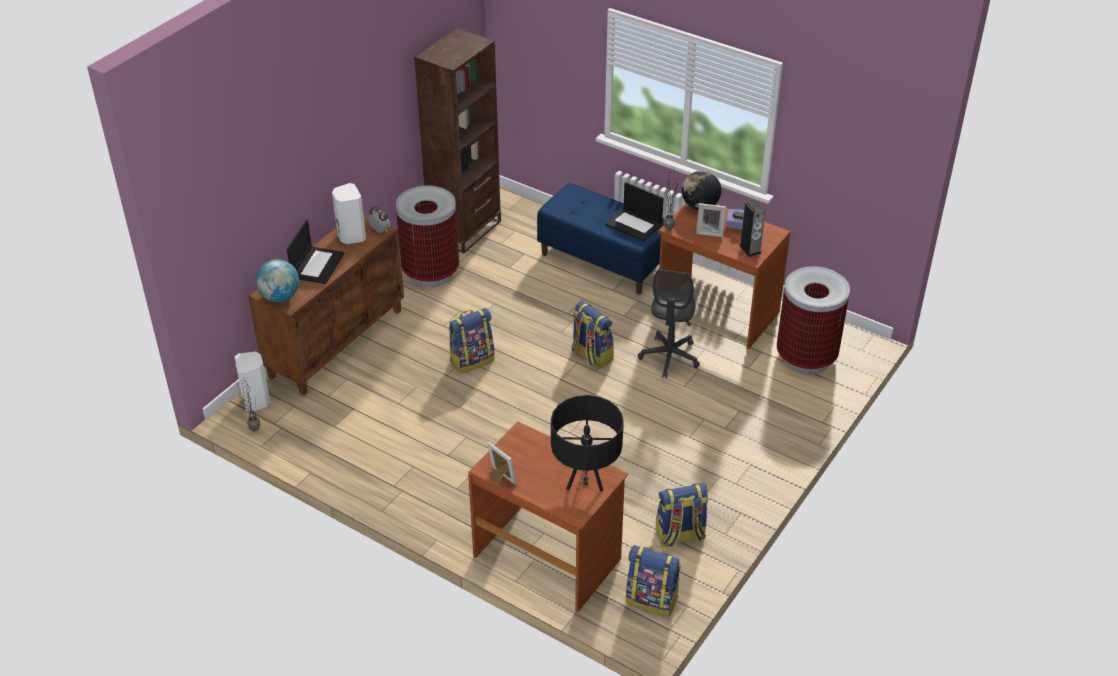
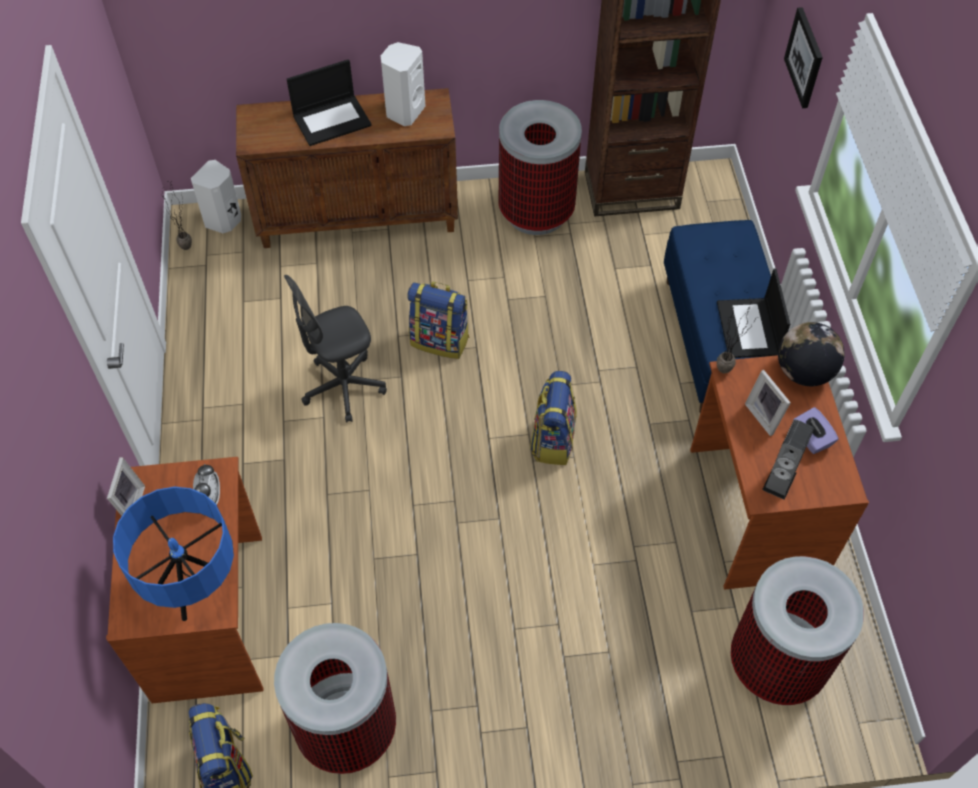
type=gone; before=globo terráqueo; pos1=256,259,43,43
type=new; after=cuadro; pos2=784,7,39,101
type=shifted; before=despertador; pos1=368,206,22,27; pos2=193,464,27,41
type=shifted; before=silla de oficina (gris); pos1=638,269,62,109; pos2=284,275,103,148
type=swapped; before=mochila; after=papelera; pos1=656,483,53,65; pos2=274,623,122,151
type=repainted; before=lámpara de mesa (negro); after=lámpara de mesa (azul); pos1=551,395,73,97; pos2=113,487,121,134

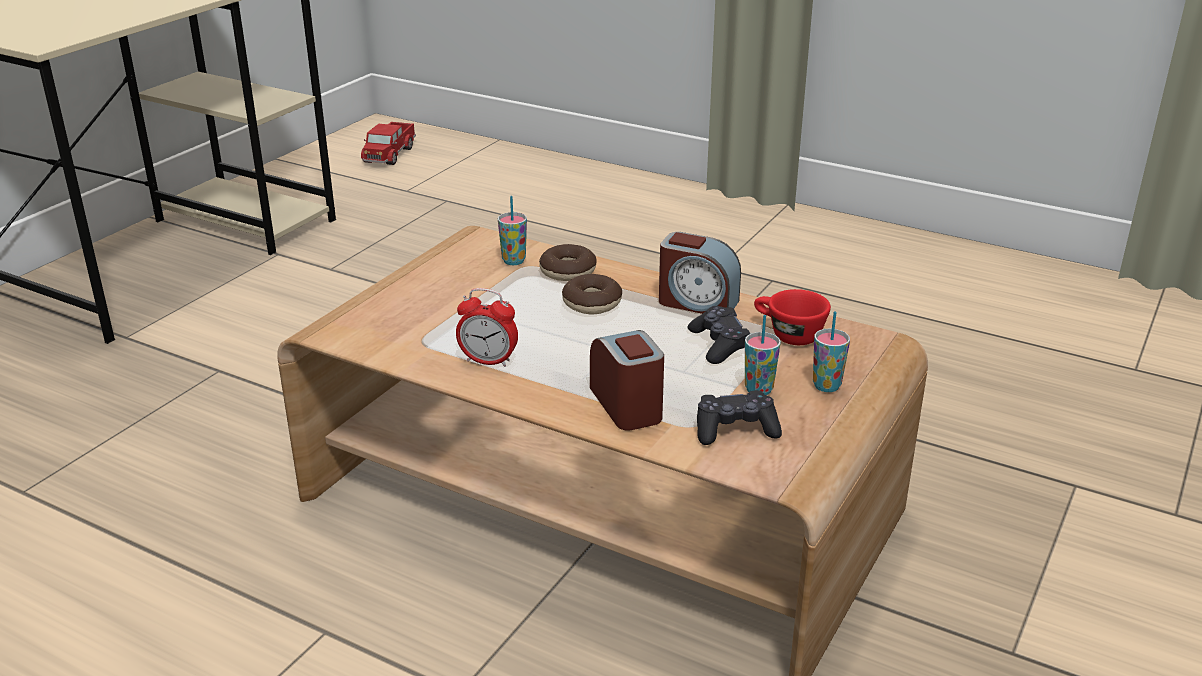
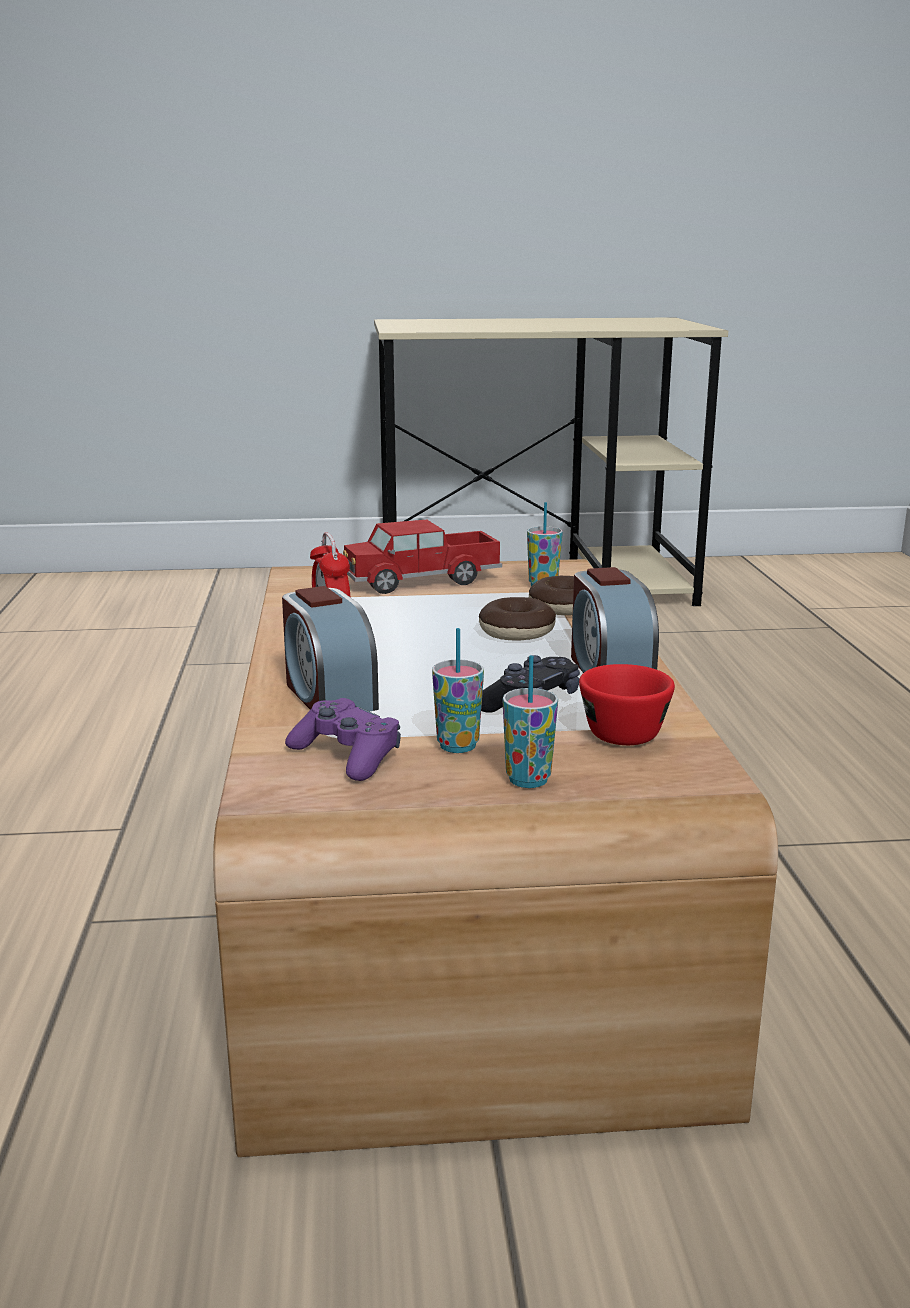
type=shifted; before=camión de juguete; pos1=361,122,55,43; pos2=343,520,159,74
type=repainted; before=mando de consola (negro); after=mando de consola (morado); pos1=697,390,85,55; pos2=285,698,116,83
type=rotated; before=despertador; pos1=590,330,74,100; pos2=282,586,97,126; turn=120

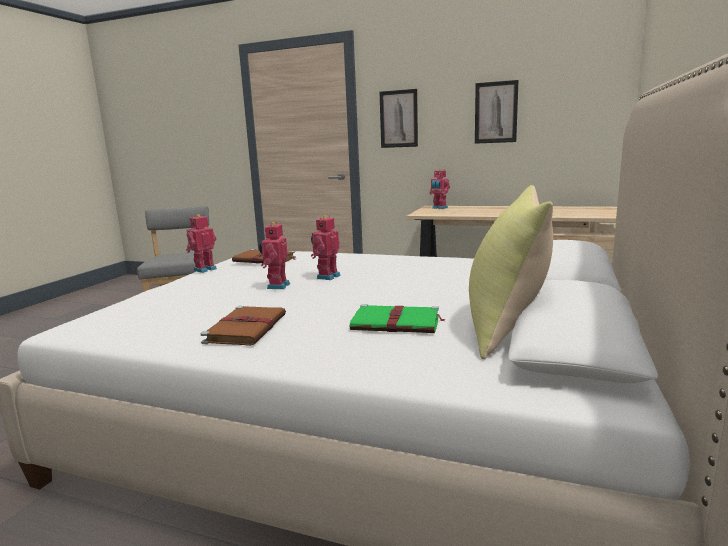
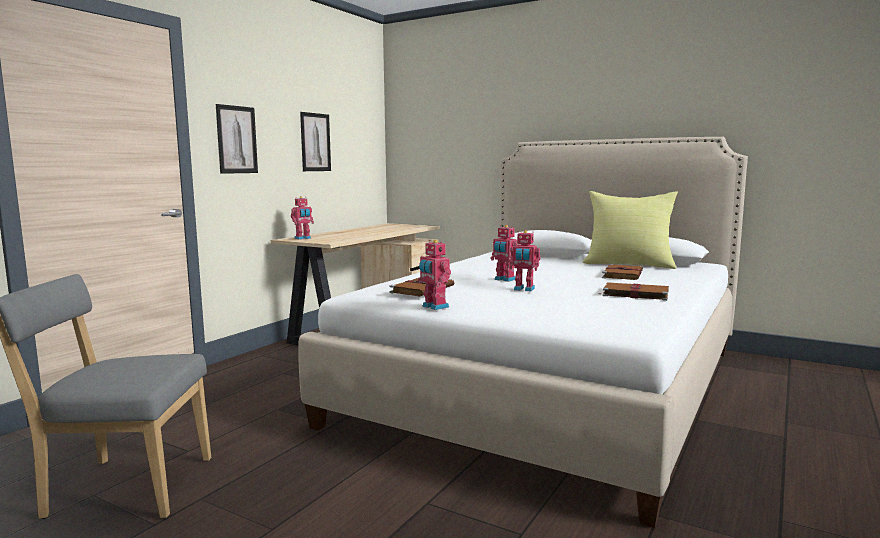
type=repainted; before=libro (verde); after=libro (marrón); pos1=350,304,95,29; pos2=602,264,41,16

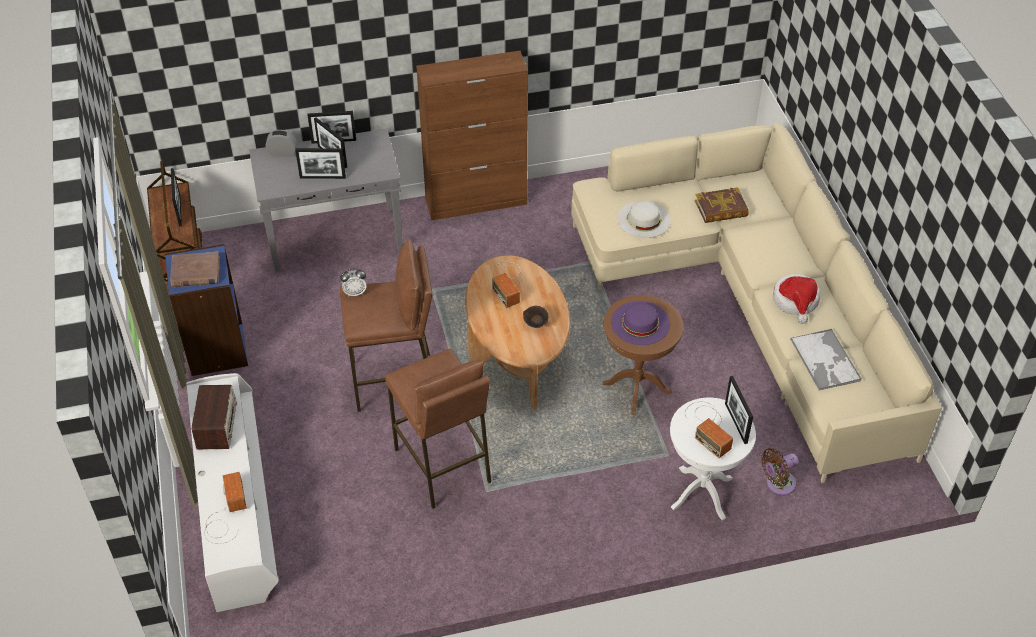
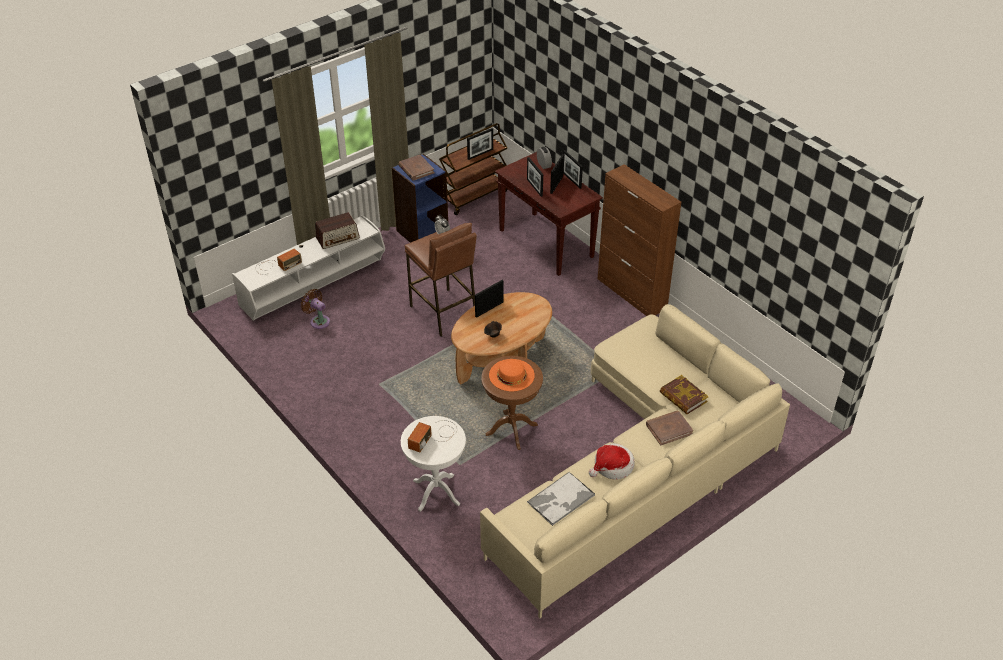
type=gone; before=taburete (marrón); pos1=385,348,106,161
type=gone; before=radio; pos1=492,262,31,46
type=gone; before=sombrero (blanco); pos1=617,201,54,37
type=new; after=libro (marrón); pos2=646,411,47,34
type=shifted; before=portarretratos; pos1=725,376,28,68; pos2=475,280,29,38
type=shifted; before=ventilador (marrón); pos1=761,448,38,47; pos2=301,289,29,40
type=repainted; before=mesa consola (gris); after=mesa consola (marrón); pos1=249,129,154,143; pos2=495,152,108,124
type=repainted; before=sombrero (morado); after=sombrero (naranja); pos1=611,301,59,44; pos2=489,359,46,32

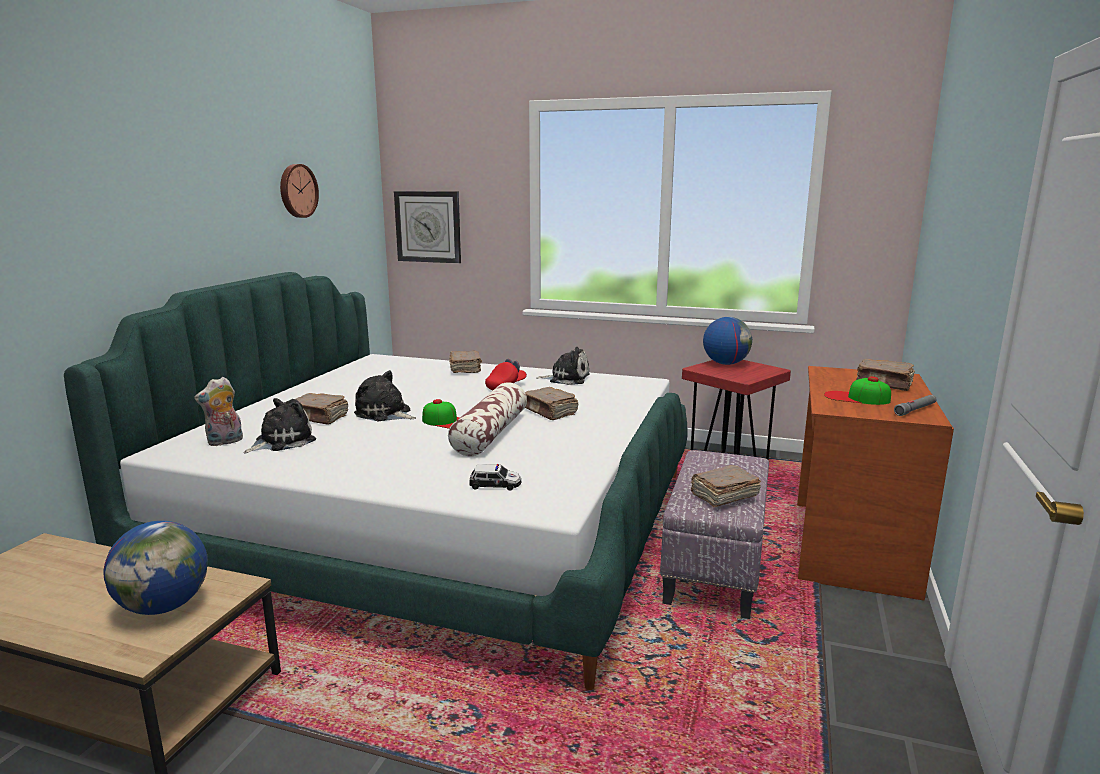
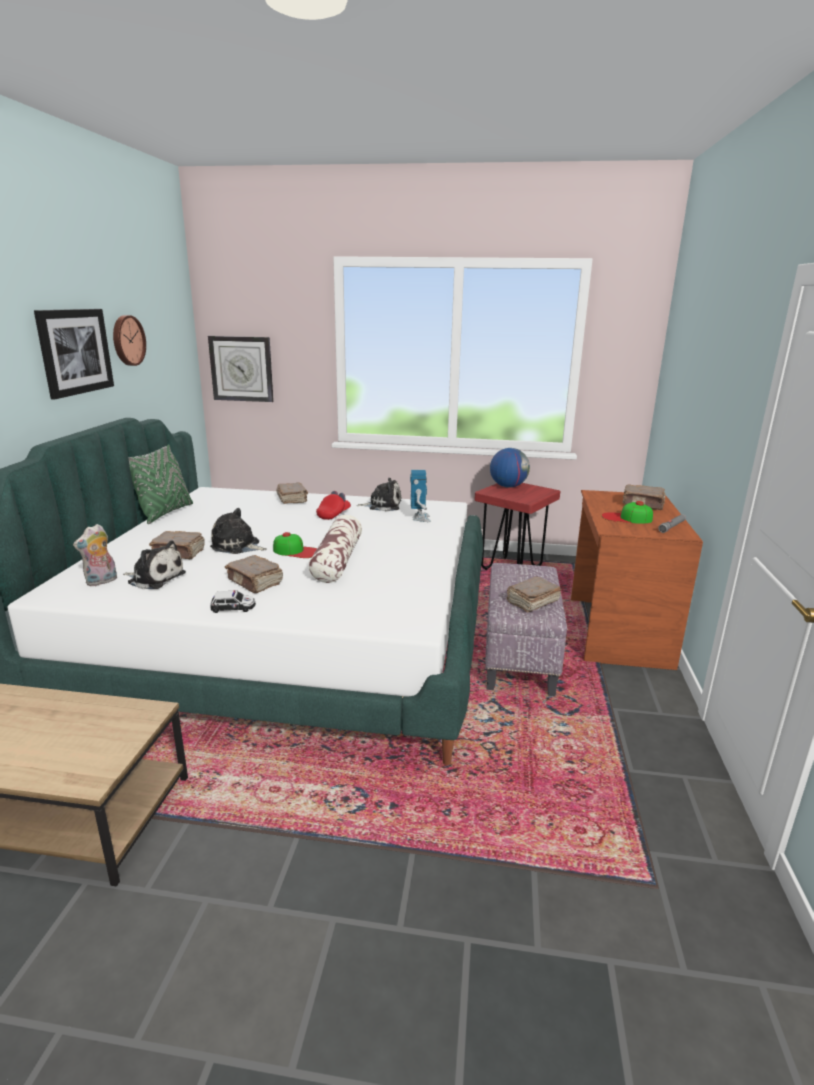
type=gone; before=globo terráqueo; pos1=103,521,105,94
type=new; after=cuadro; pos2=34,309,80,90
type=new; after=cojín (verde); pos2=128,444,65,80
type=new; after=robot de juguete; pos2=410,470,21,52
type=shifted; before=coche de juguete; pos1=469,464,53,27; pos2=211,590,45,23
type=shifted; before=libro (marrón); pos1=525,387,54,33; pos2=225,555,58,38
type=rotated; before=peluche; pos1=244,398,72,56; pos2=123,541,63,48; turn=75

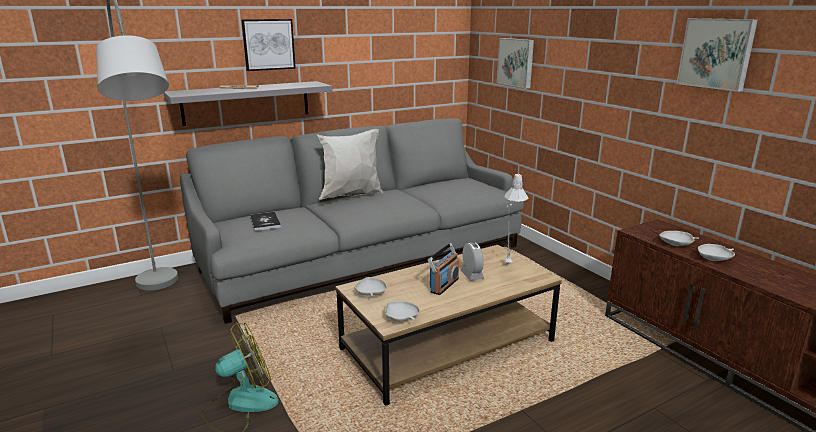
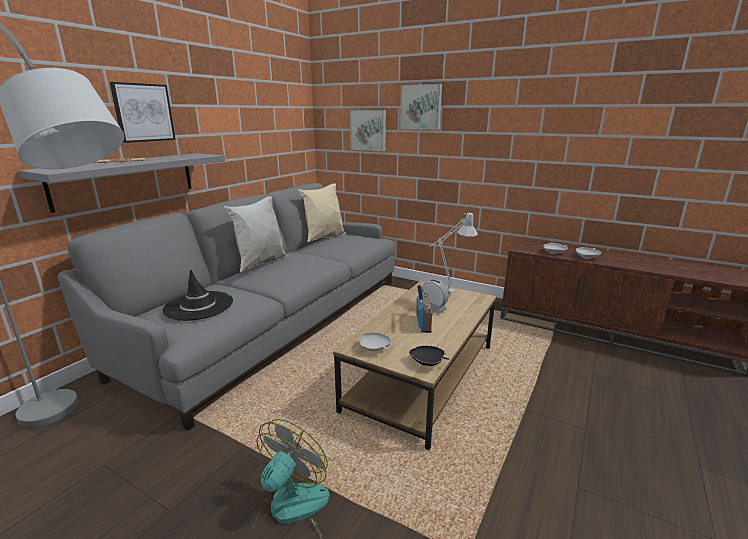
type=new; after=cojín (beis); pos2=298,183,48,59
type=shifted; before=cuadro; pos1=677,18,81,74; pos2=400,84,42,46
type=swapped; before=libro; after=sombrero (negro); pos1=250,212,31,19; pos2=162,269,71,52
type=repainted; before=cuenco (blanco); after=cuenco (negro); pos1=385,301,35,21; pos2=409,345,40,21

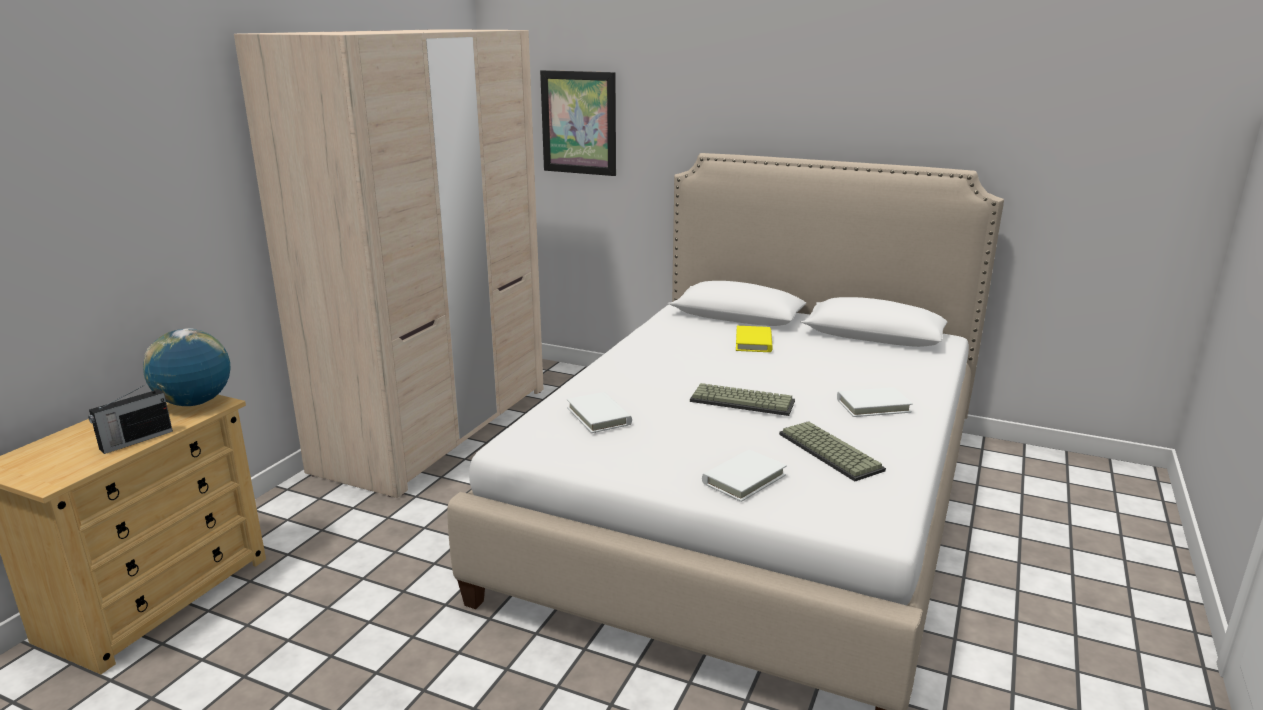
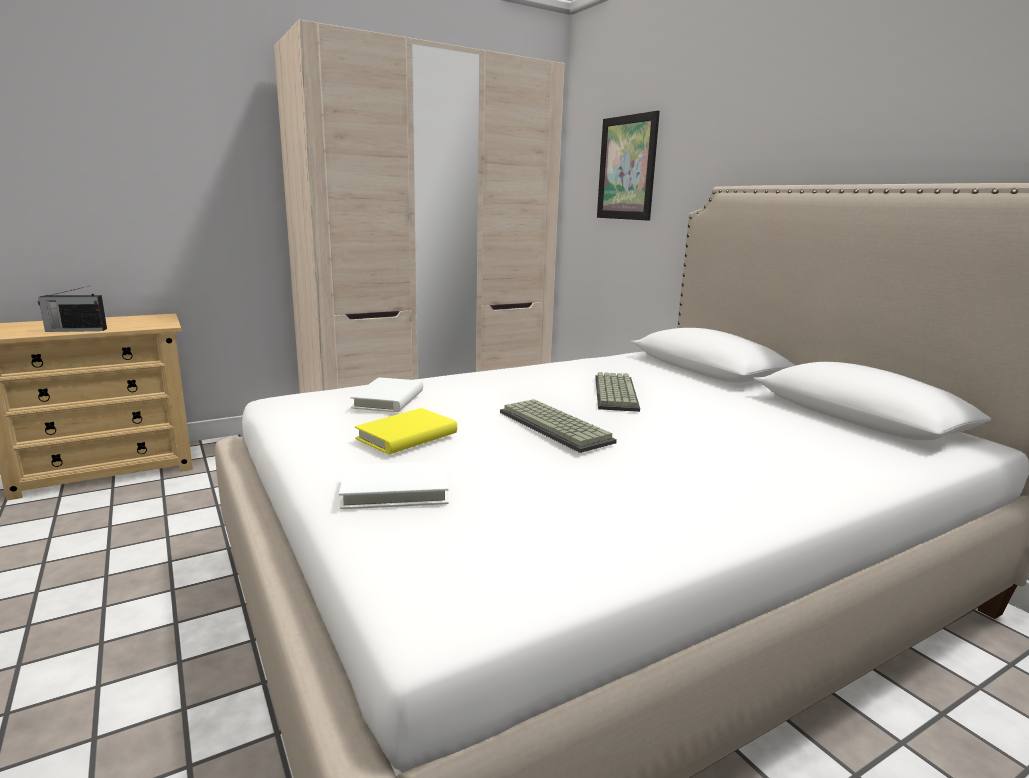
type=gone; before=globo terráqueo; pos1=143,328,88,78
type=gone; before=libro (blanco); pos1=837,387,76,30
type=shifted; before=libro (amarillo); pos1=736,326,37,26; pos2=355,408,102,46
type=shifted; before=teclado; pos1=779,421,107,60; pos2=595,372,45,40

